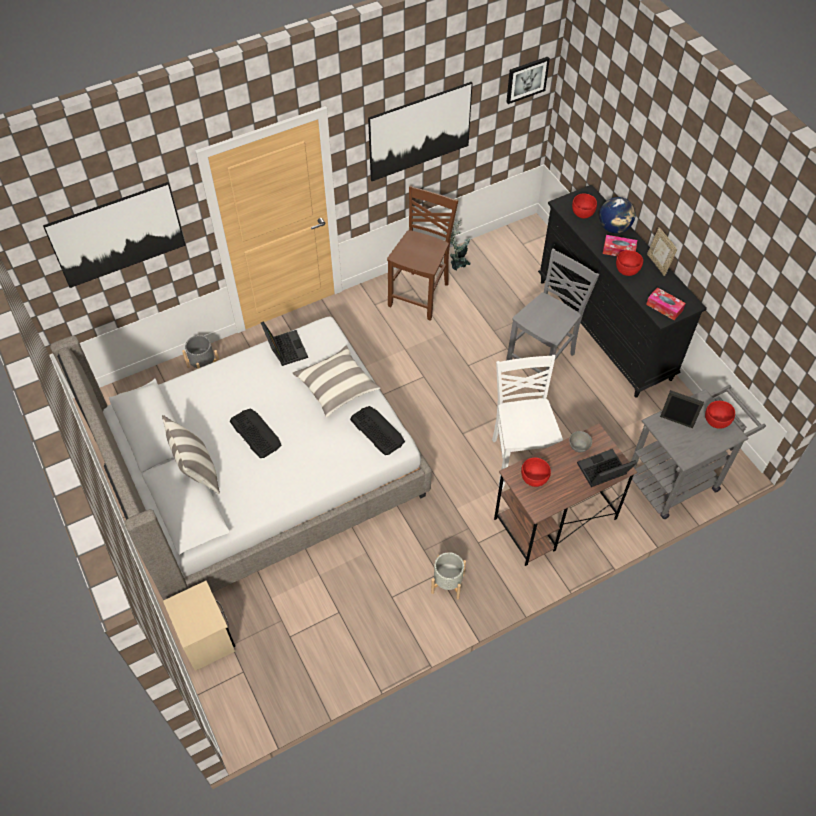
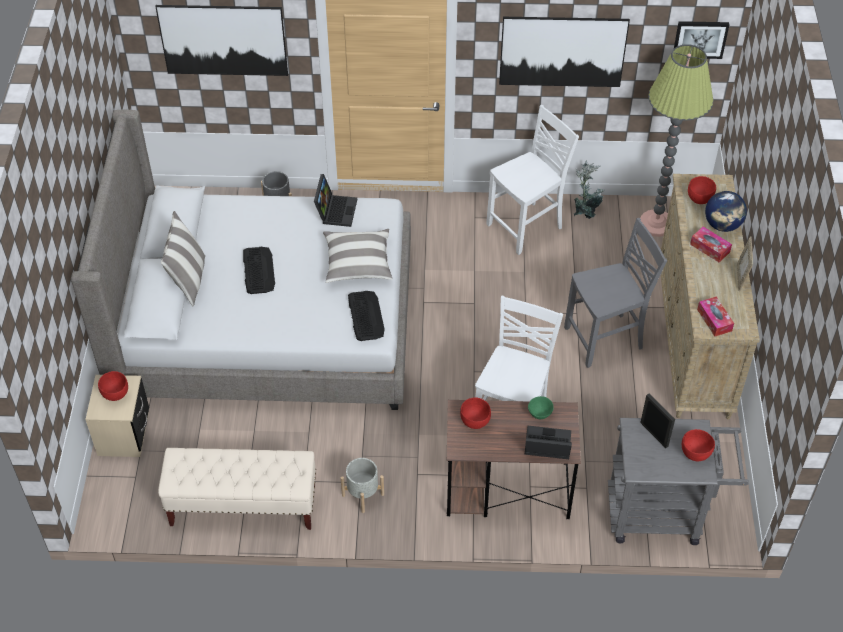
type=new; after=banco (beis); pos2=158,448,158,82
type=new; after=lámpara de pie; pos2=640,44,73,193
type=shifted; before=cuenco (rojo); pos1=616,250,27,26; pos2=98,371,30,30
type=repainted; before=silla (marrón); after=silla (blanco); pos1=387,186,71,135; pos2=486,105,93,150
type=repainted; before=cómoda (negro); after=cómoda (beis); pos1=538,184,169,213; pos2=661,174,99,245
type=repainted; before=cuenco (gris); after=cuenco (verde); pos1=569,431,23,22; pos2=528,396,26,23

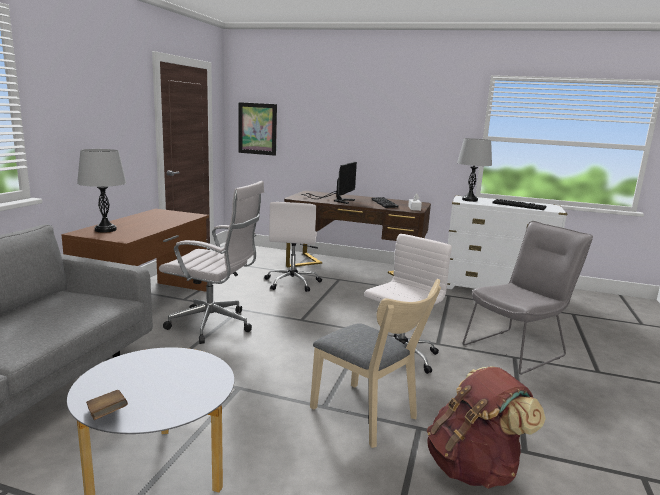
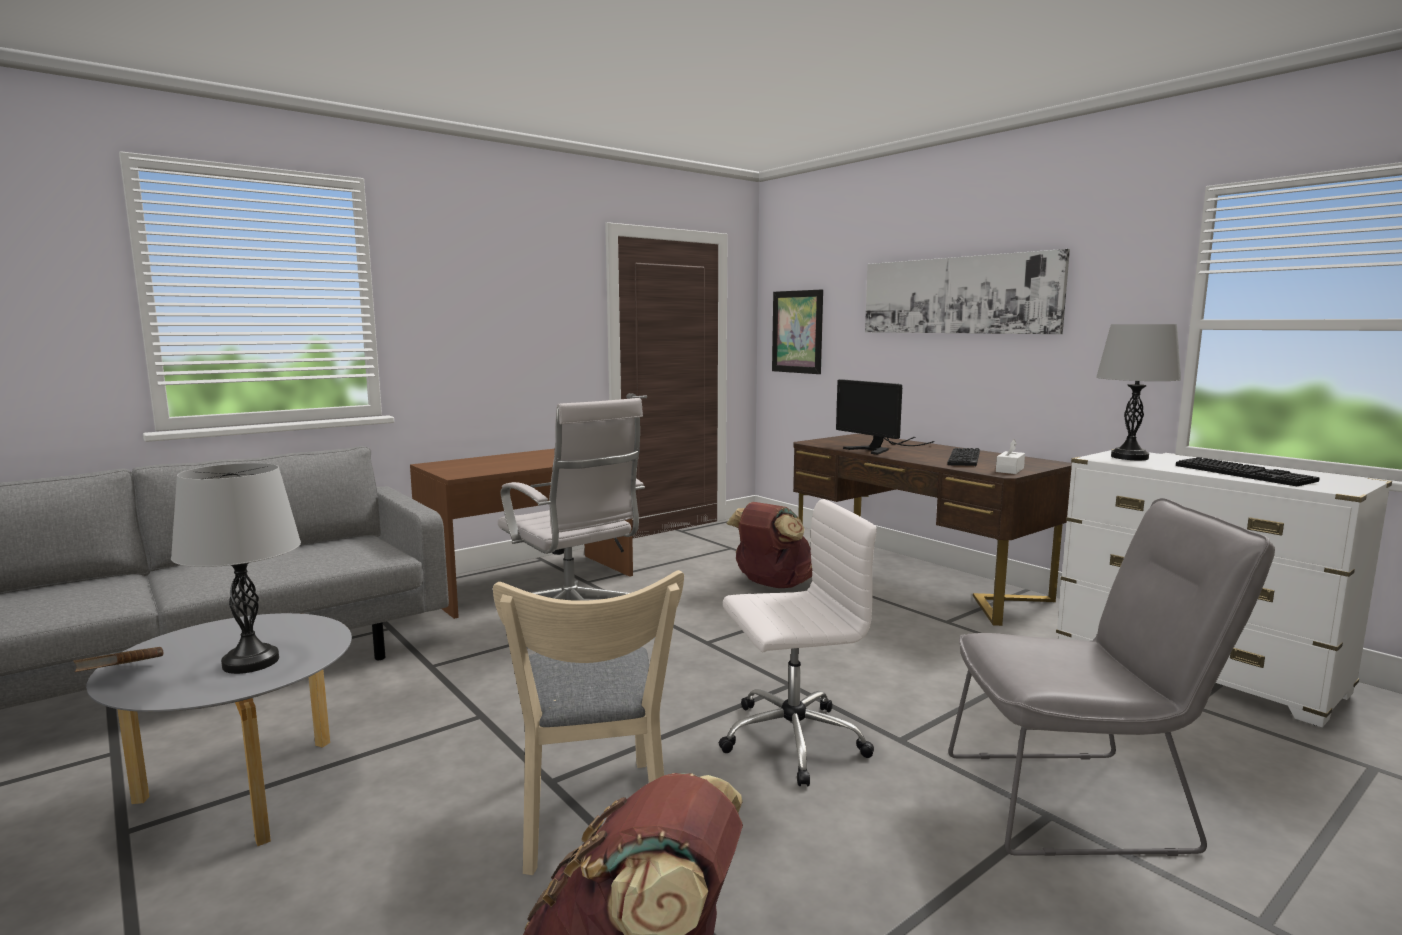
type=new; after=cuadro; pos2=865,249,205,85
type=shifted; before=lámpara de mesa (gris); pos1=77,149,49,84; pos2=171,463,130,211
type=swapped; before=silla de oficina (blanco); after=mochila (marrón); pos1=264,202,58,90; pos2=727,502,85,86
type=rotated; before=monitor; pos1=301,162,56,42; pos2=836,379,99,76; turn=90

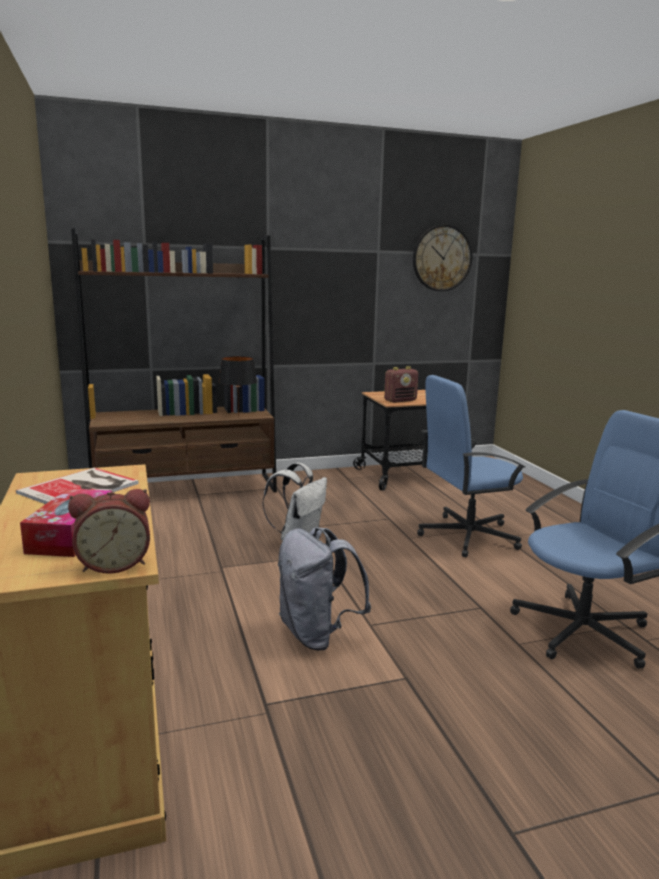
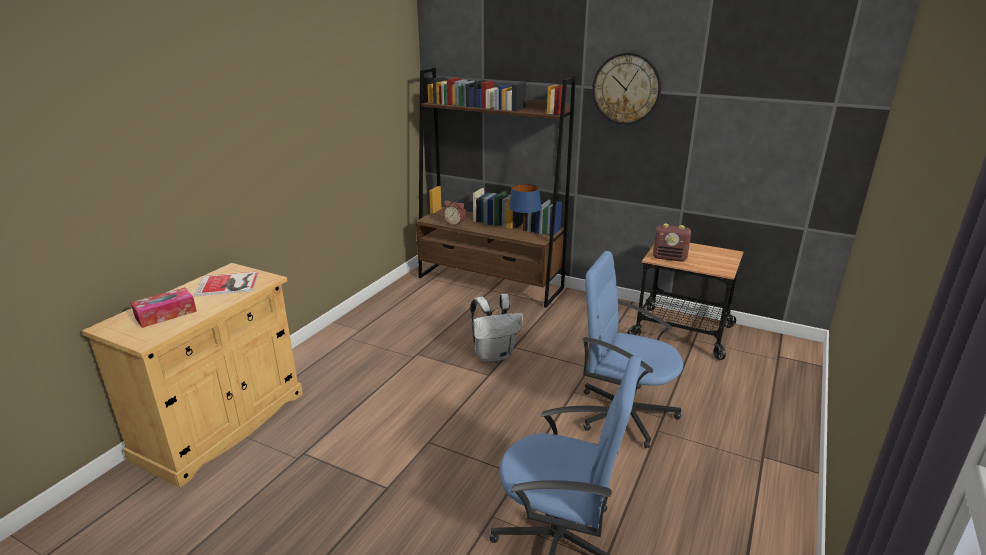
type=gone; before=mochila (gris); pos1=278,527,93,124
type=shifted; before=despertador; pos1=68,489,82,85; pos2=443,200,23,26
type=shifted; before=reloj de pared; pos1=413,224,59,68; pos2=592,53,69,72
type=repainted; before=lámpara de mesa (negro); after=lámpara de mesa (azul); pos1=219,356,38,60; pos2=508,184,34,52

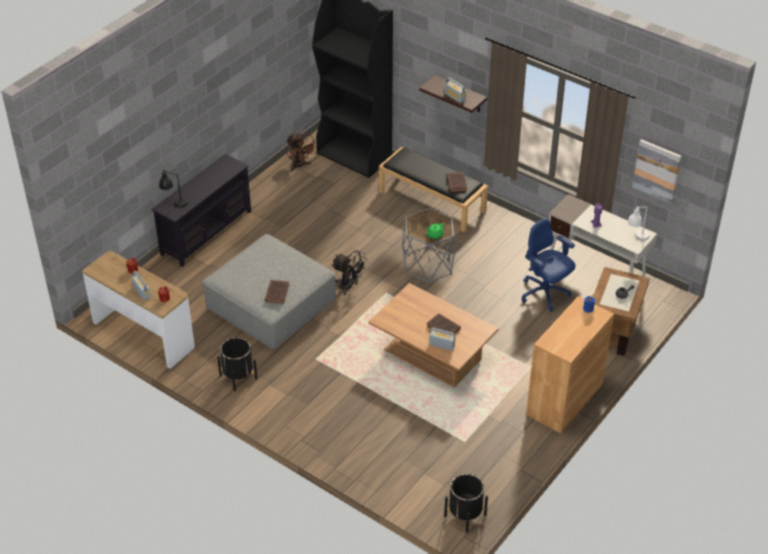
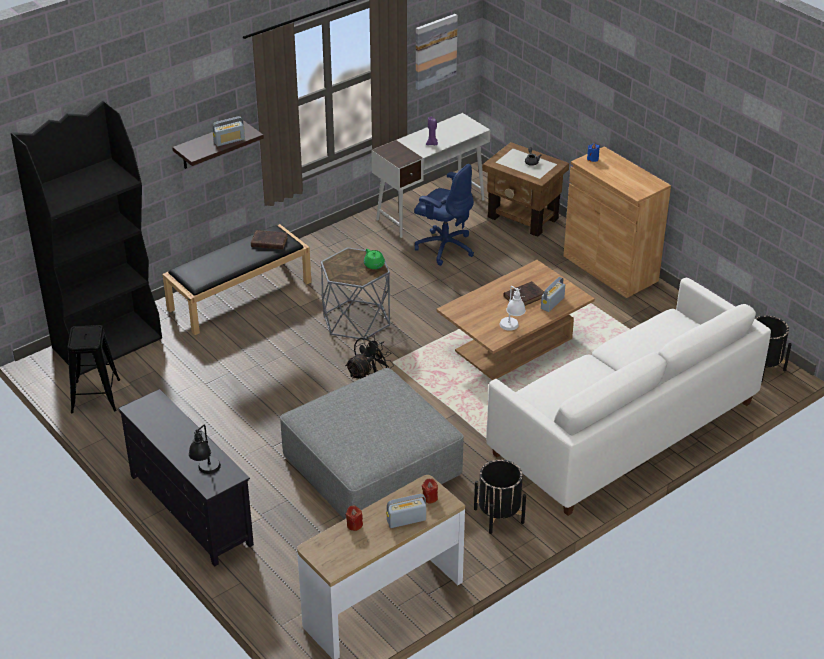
type=gone; before=libro (marrón); pos1=265,280,24,24
type=new; after=sofá (blanco); pos2=486,278,285,238
type=shifted; before=lámpara de mesa (blanco); pos1=628,206,22,35; pos2=500,286,26,45
type=swapped; before=ventilador (marrón); after=taburete (negro); pos1=286,132,31,39; pos2=67,325,53,88
type=rotated; before=silla de oficina (azul); pos1=522,219,53,93; pos2=414,164,60,102; turn=-120

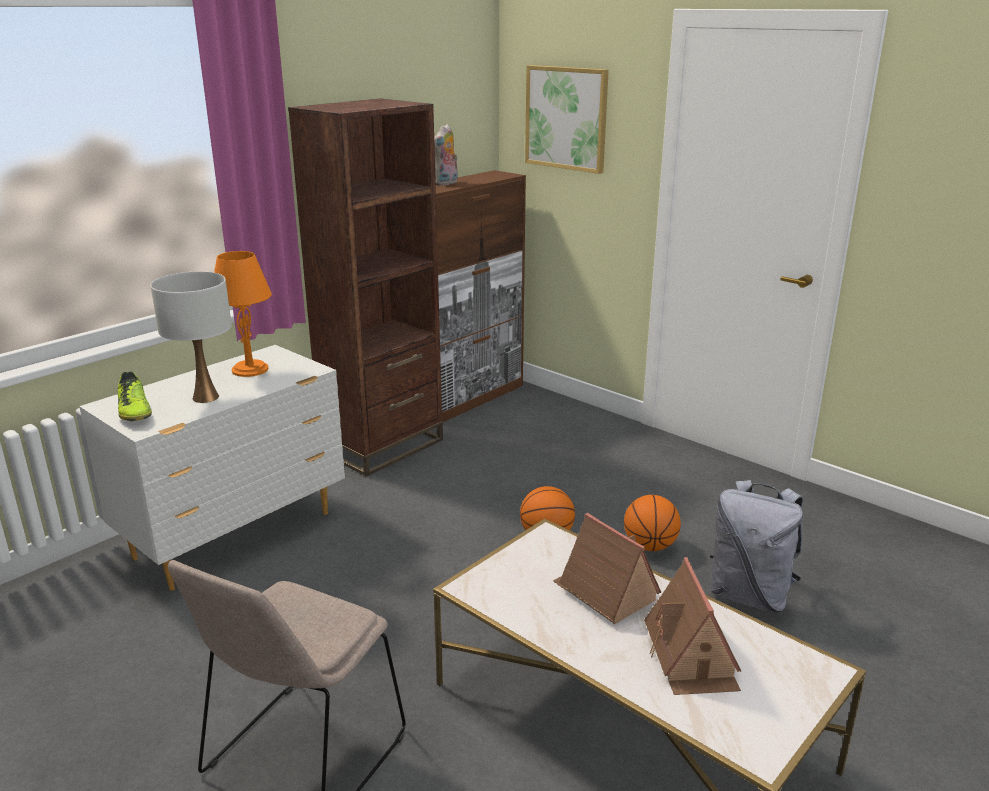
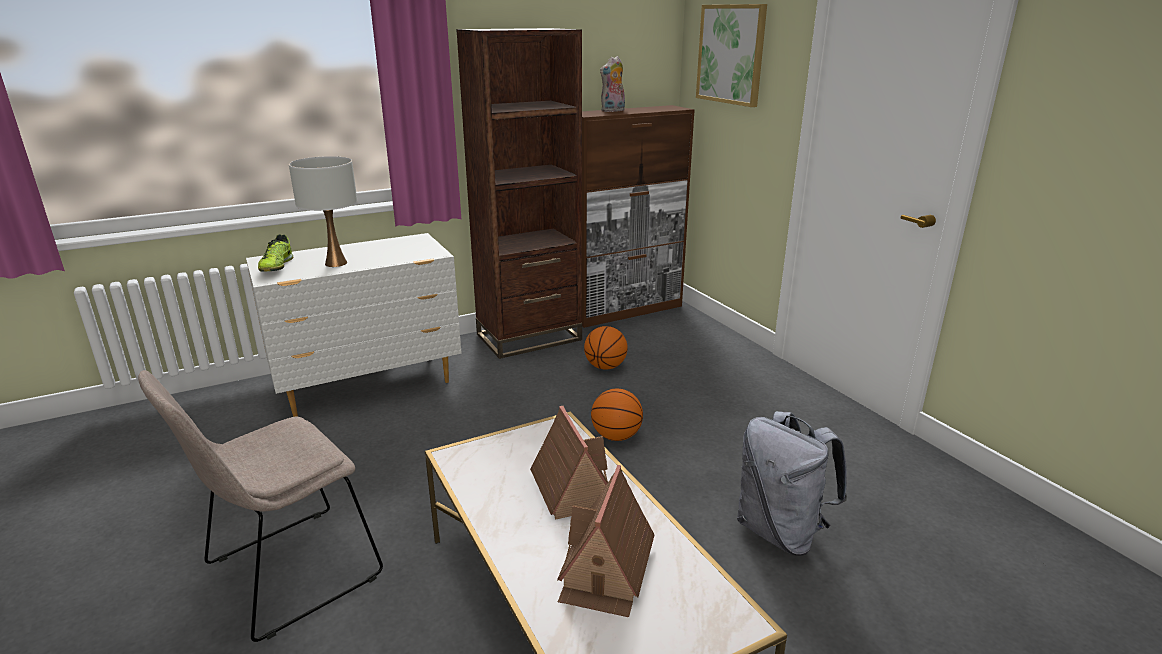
type=gone; before=lámpara de mesa (naranja); pos1=214,251,58,126
type=shifted; before=balón de baloncesto; pos1=624,495,57,56; pos2=584,326,44,44

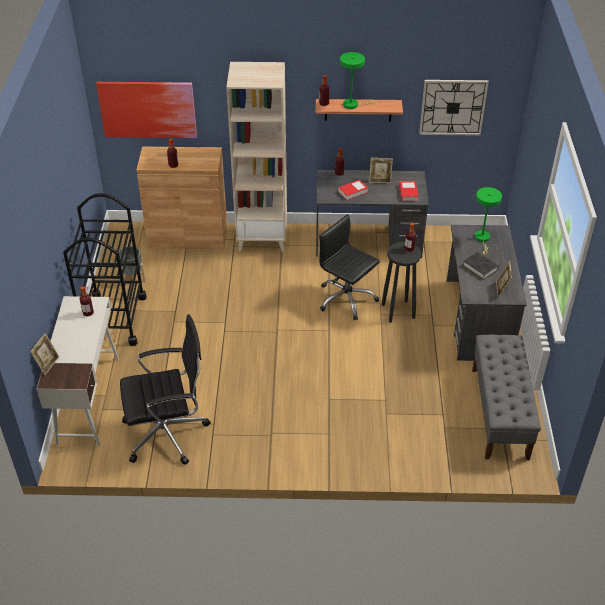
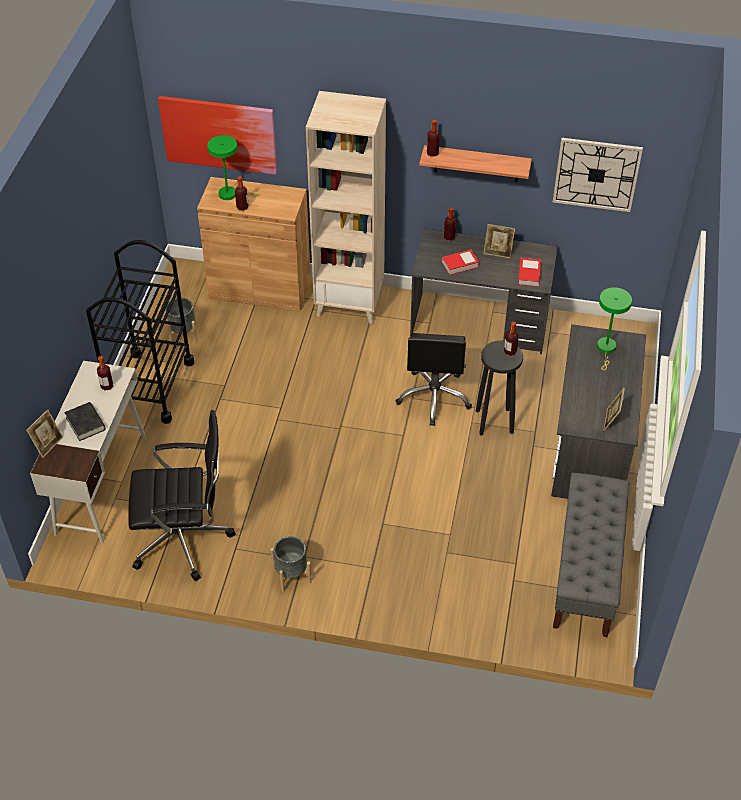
type=new; after=maceta (gris); pos2=270,536,42,56
type=shifted; before=lámpara de mesa (verde); pos1=340,52,37,57; pos2=207,135,52,65
type=shifted; before=libro (negro); pos1=463,252,36,28; pos2=64,402,42,39
type=rotated; before=silla de oficina (negro); pos1=319,214,61,106; pos2=395,333,77,93; turn=-135

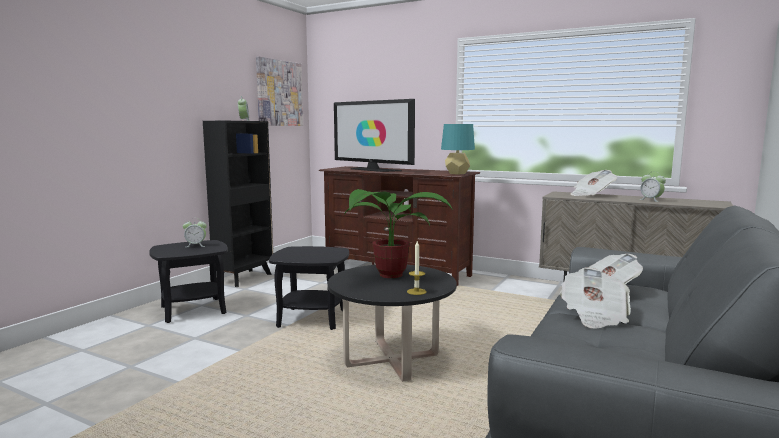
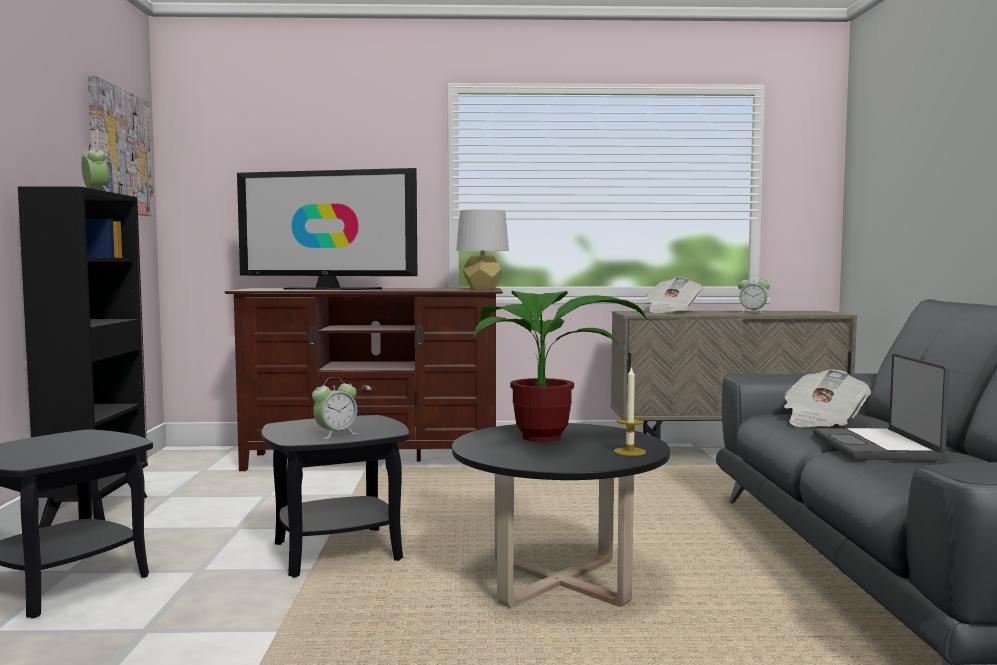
type=shifted; before=despertador; pos1=183,220,24,27; pos2=312,377,47,62
type=swapped; before=periódico; after=portátil; pos1=560,268,71,61; pos2=813,353,137,107
type=repainted; before=lámpara de mesa (turquesa); after=lámpara de mesa (gris); pos1=441,124,34,51; pos2=456,209,53,81

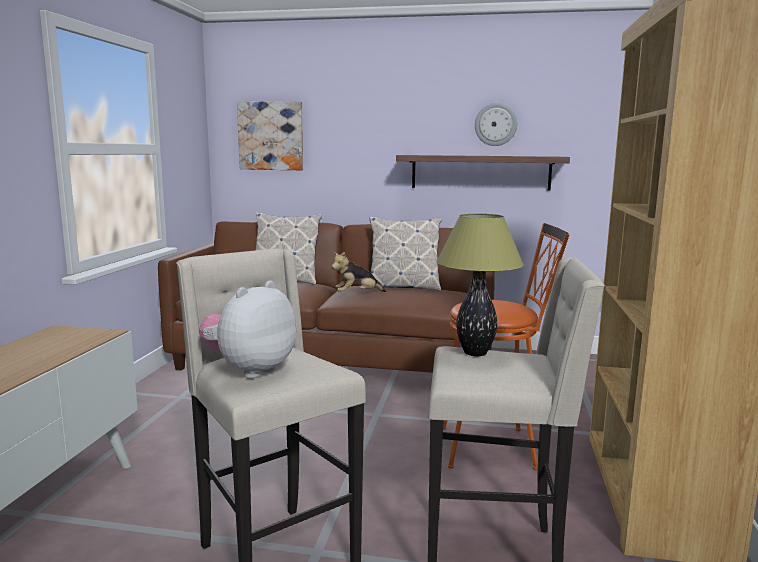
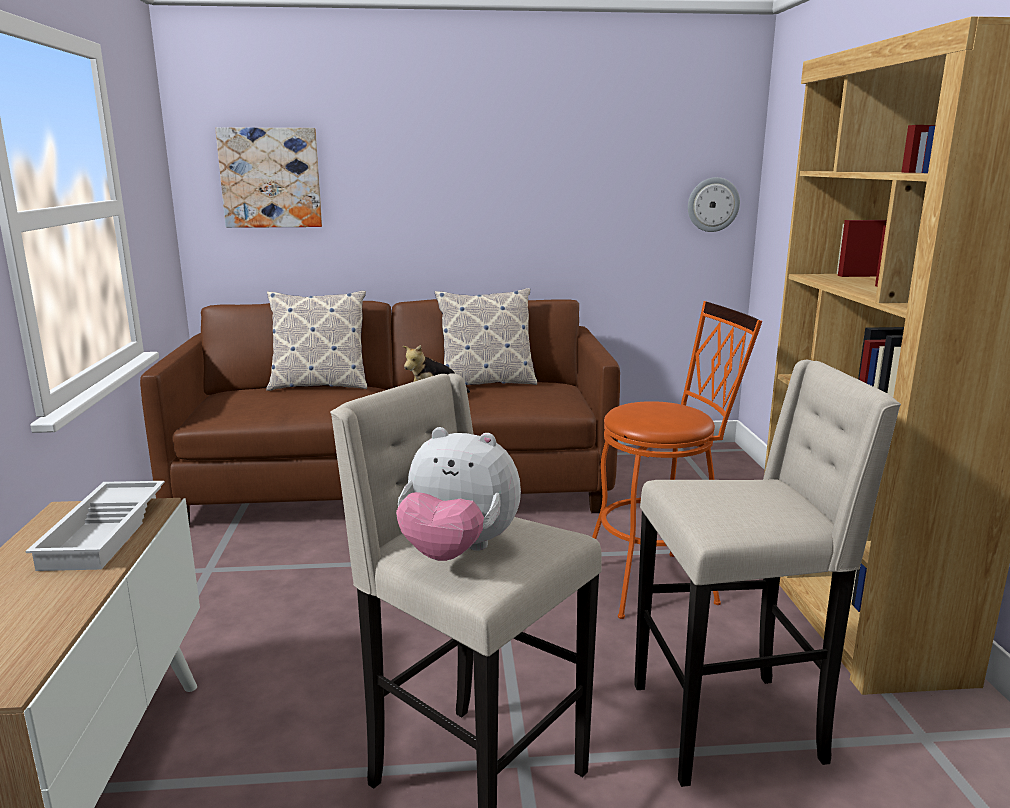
type=gone; before=estante; pos1=396,155,174,36
type=gone; before=lámpara de mesa; pos1=436,213,88,143
type=new; after=bandeja (blanco); pos2=25,481,140,90
type=shifted; before=reloj de pared; pos1=475,103,42,43; pos2=688,177,52,55
type=rotated; before=peluche; pos1=199,281,97,98; pos2=396,427,125,134; turn=-90

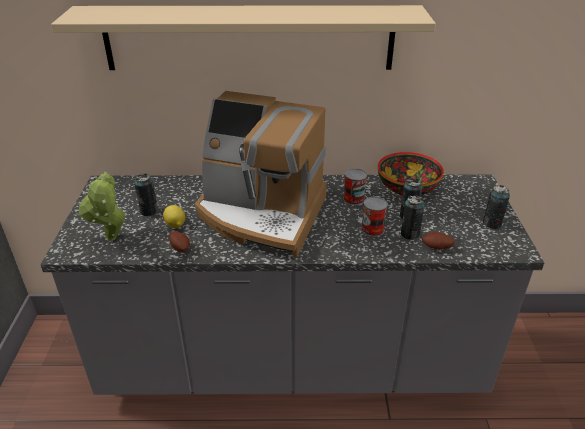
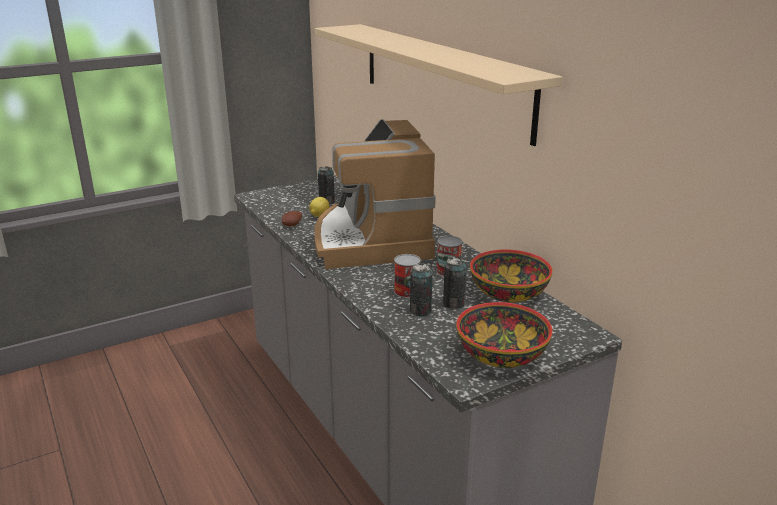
type=gone; before=planta en maceta; pos1=77,172,51,69
type=gone; before=patata; pos1=422,232,33,18
type=swapped; before=lata; after=cuenco; pos1=483,185,27,44; pos2=456,302,96,66

